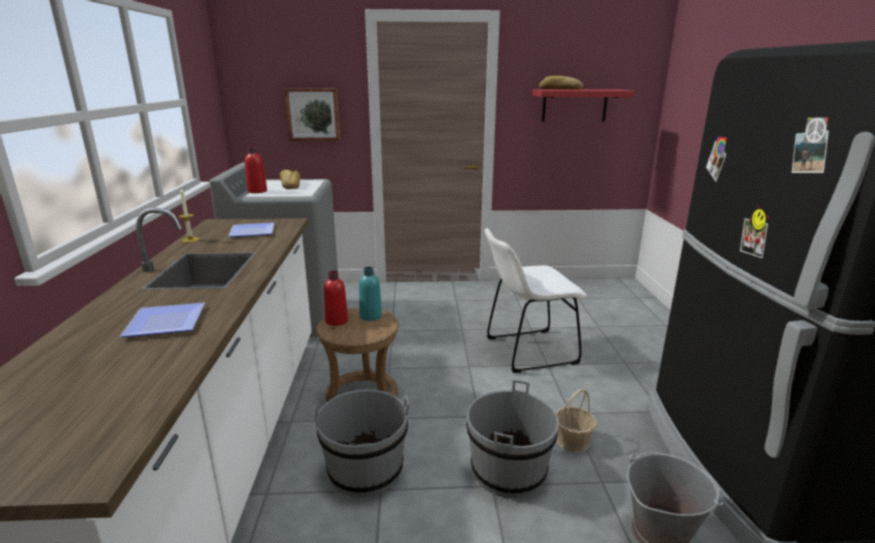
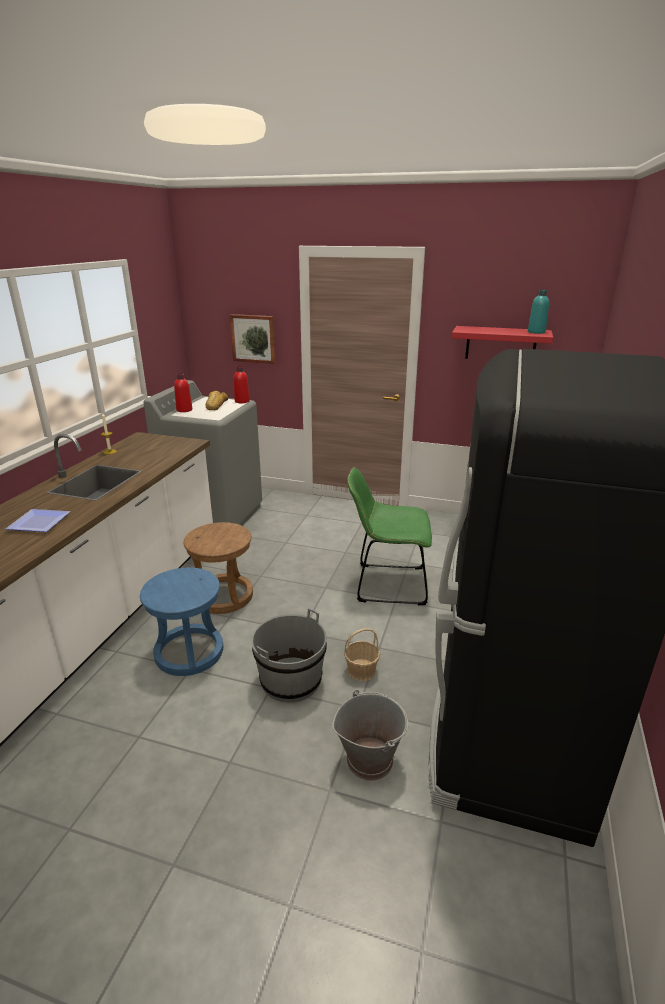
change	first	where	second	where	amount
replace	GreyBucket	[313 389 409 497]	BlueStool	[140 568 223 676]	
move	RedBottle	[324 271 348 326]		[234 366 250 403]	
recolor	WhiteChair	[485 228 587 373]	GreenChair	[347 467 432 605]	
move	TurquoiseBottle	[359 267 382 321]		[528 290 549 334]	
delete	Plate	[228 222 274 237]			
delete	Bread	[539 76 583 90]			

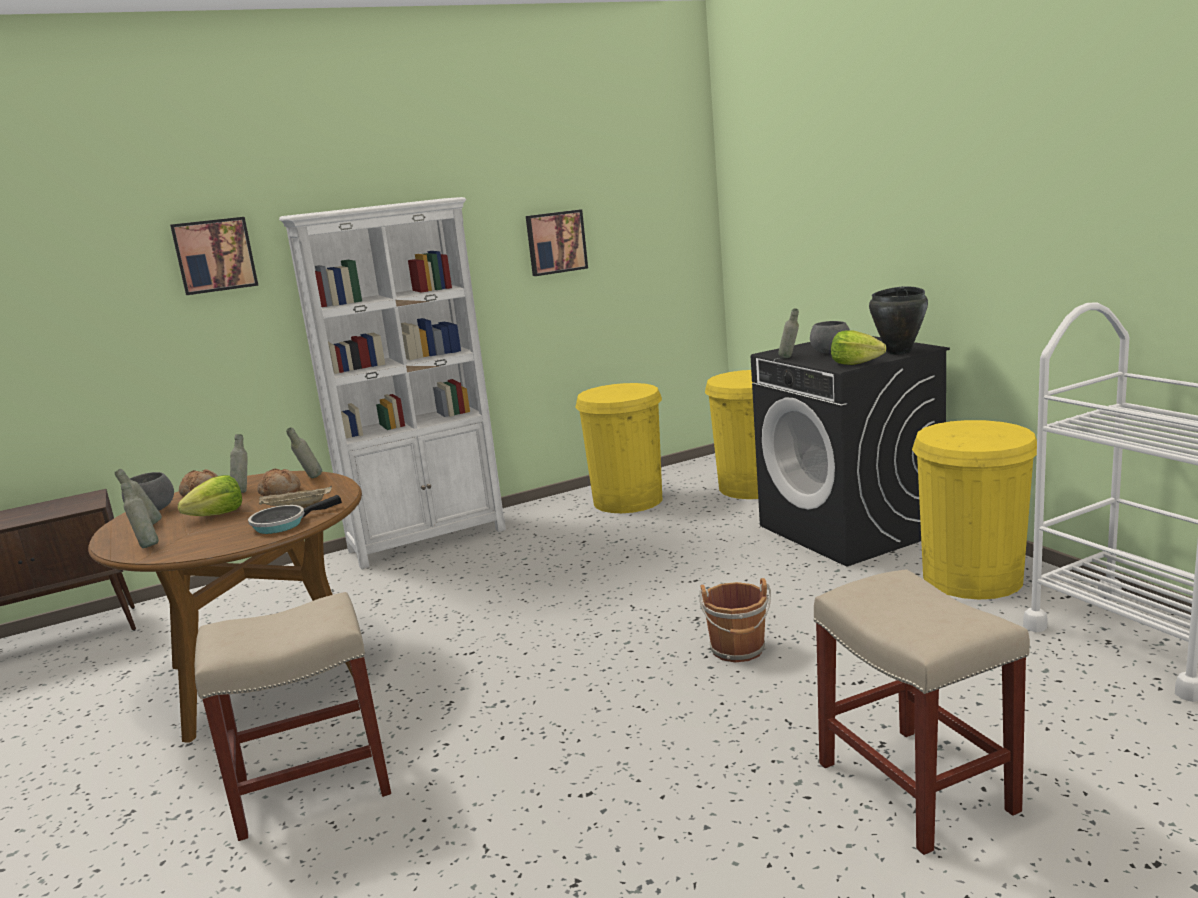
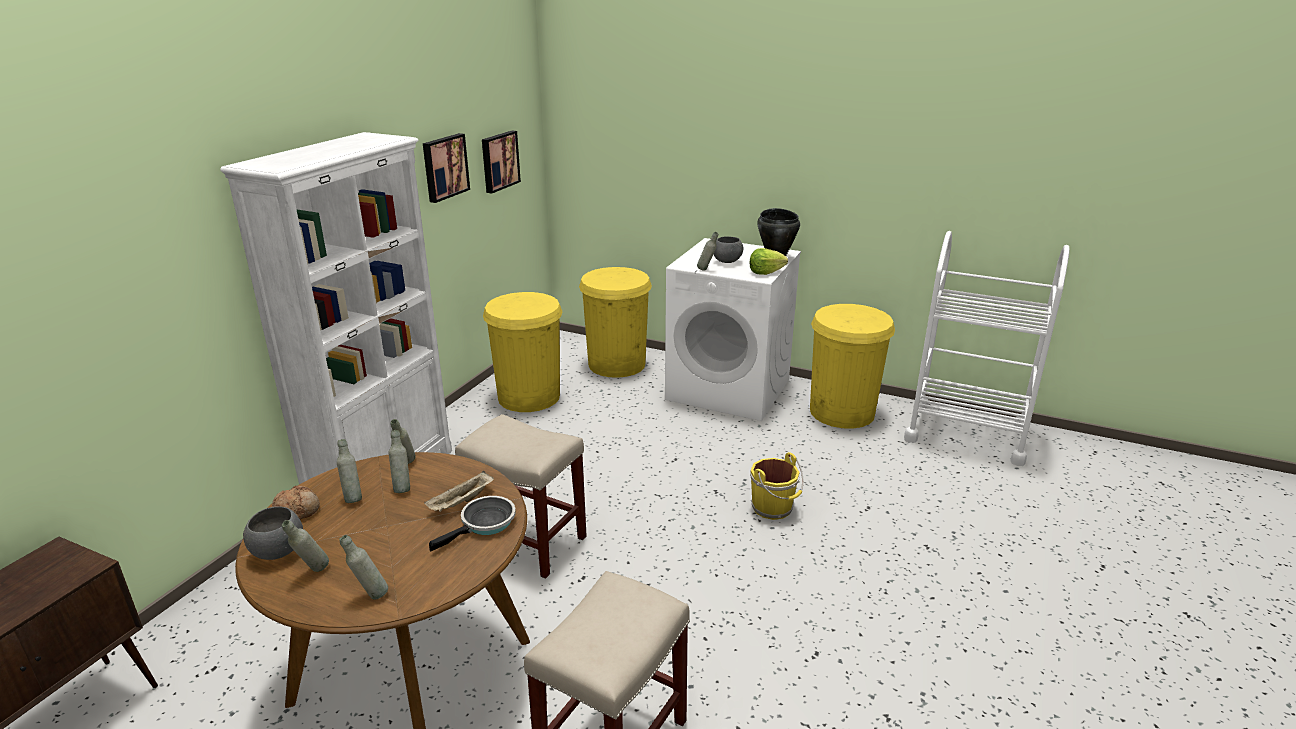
change	first	where	second	where	amount
replace	Bread	[257 469 301 496]	GreyBottle	[389 430 410 493]	
rotate	FryingPan	[248 495 342 534]		[429 496 516 552]	150 degrees counterclockwise
move	BeigeStool	[814 569 1030 855]		[455 414 587 579]	
move	Picture	[170 217 258 295]		[482 131 521 194]	
recolor	BlackWashingMachine	[751 336 950 567]	WhiteWashingMachine	[665 238 801 421]	
recolor	BrownBucket	[699 578 771 662]	YellowBucket	[750 452 803 520]	
delete	Lettuce	[178 475 242 516]			

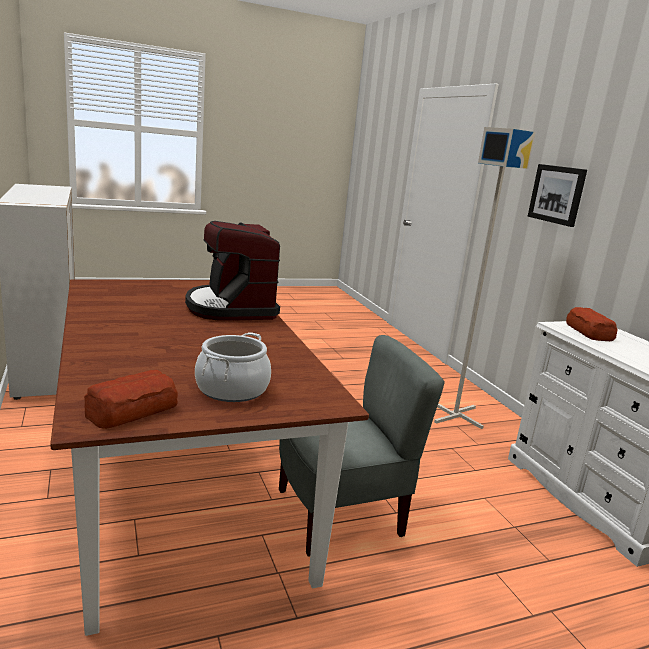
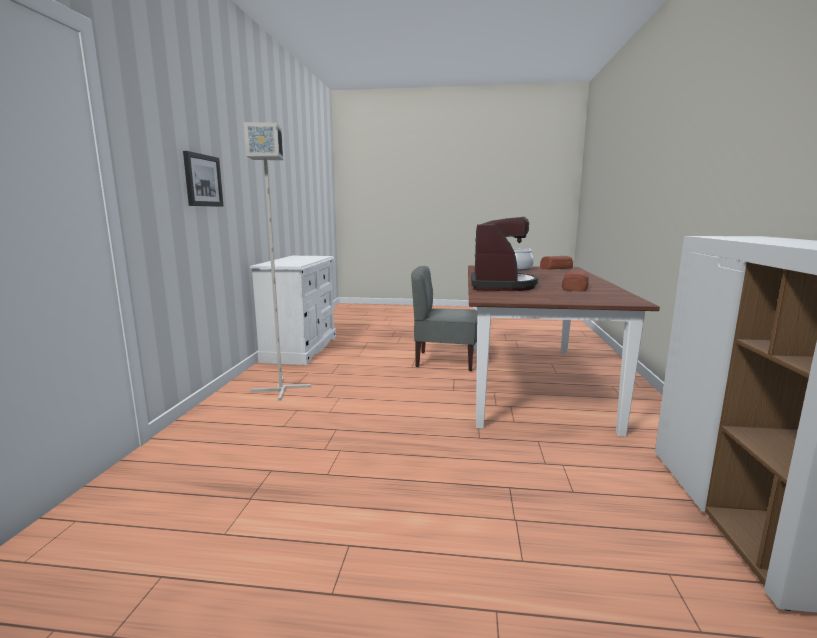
change	first	where	second	where	amount
move	Bread	[566 307 617 341]		[562 270 589 291]	

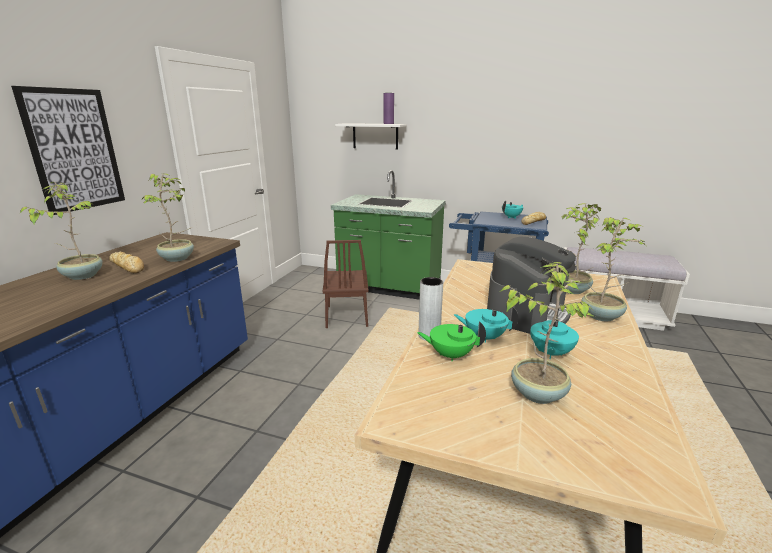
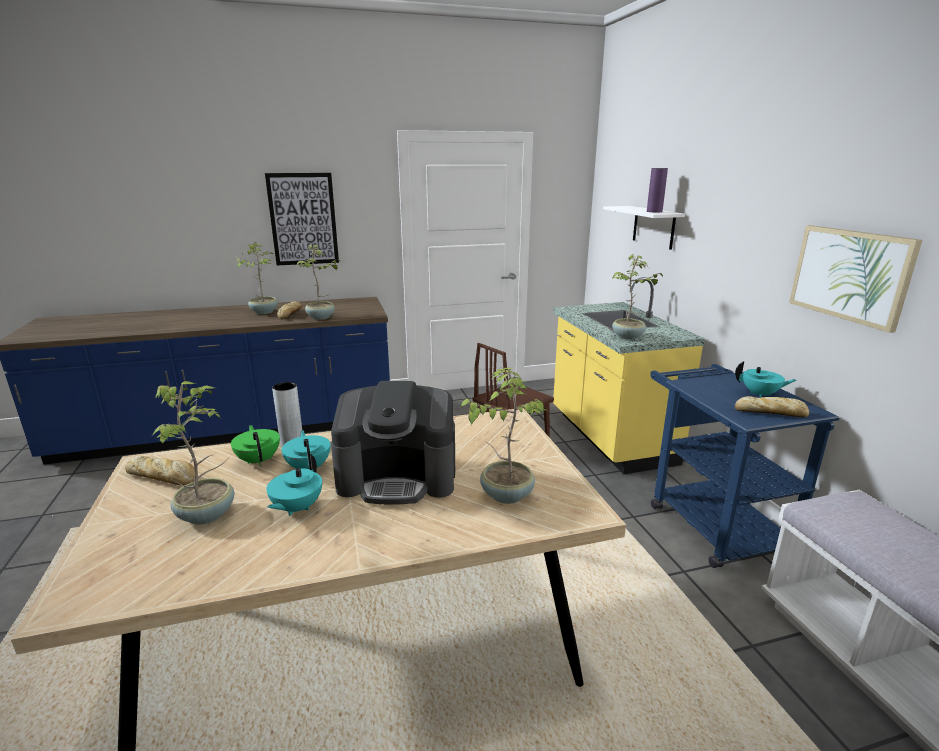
change	first	where	second	where	amount
insert			Bread	[125 456 195 485]	
rotate	TurquoiseTeapot	[530 309 579 359]		[266 454 322 516]	60 degrees counterclockwise
recolor	GreenCounter	[331 170 446 300]	YellowCounter	[553 277 705 475]	
move	PottedPlant	[582 217 645 321]		[612 254 663 340]	
insert			Picture	[789 225 922 333]	

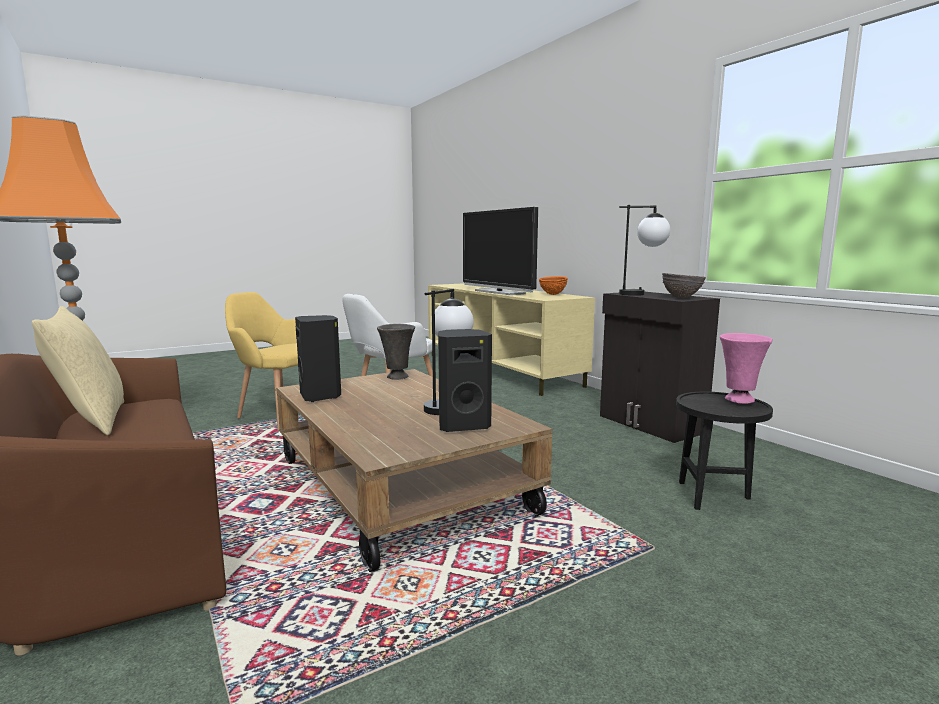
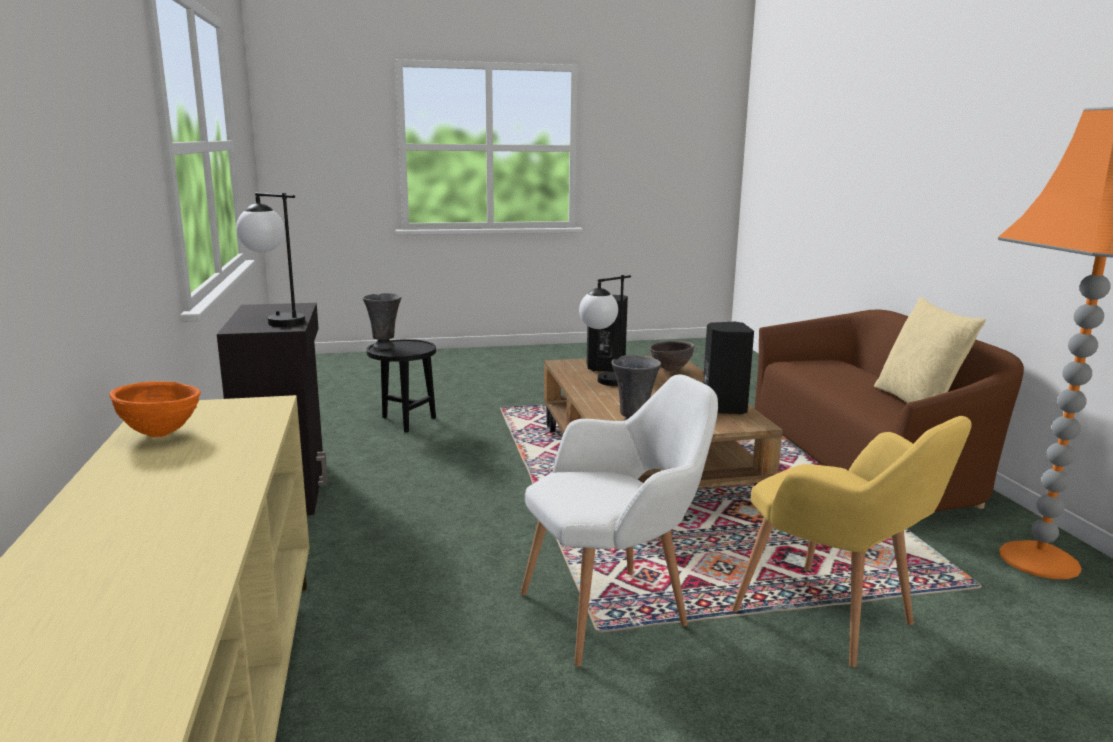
change	first	where	second	where	amount
recolor	PinkVase	[720 333 773 404]	GreyVase	[362 293 402 349]	
move	BrownBowl	[662 273 706 299]		[649 341 695 371]	
delete	Television	[463 207 538 295]			

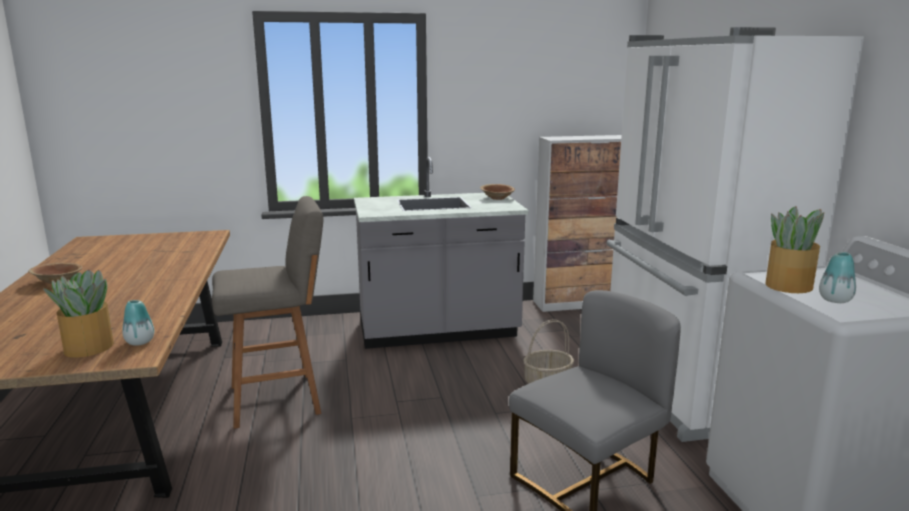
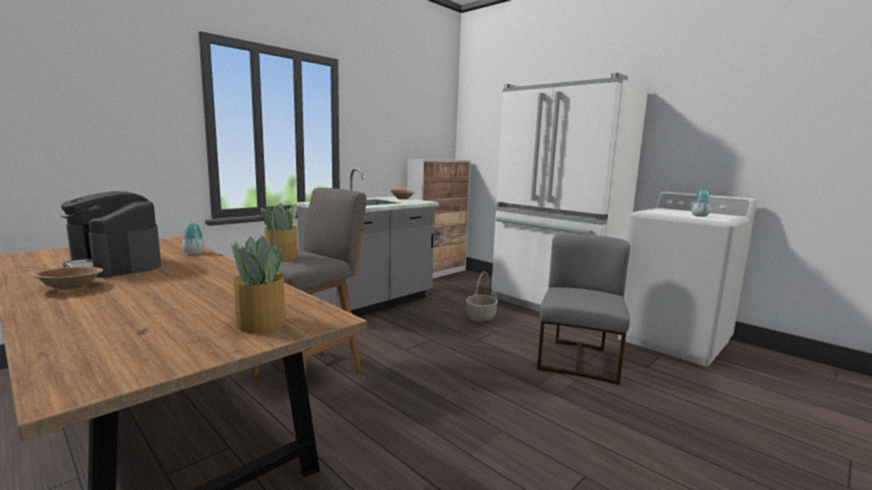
change	first	where	second	where	amount
insert			CoffeeMachine	[60 191 161 278]	
move	Vase	[122 300 154 346]		[182 223 205 254]	
move	PottedPlant	[765 206 824 293]		[261 203 298 261]	

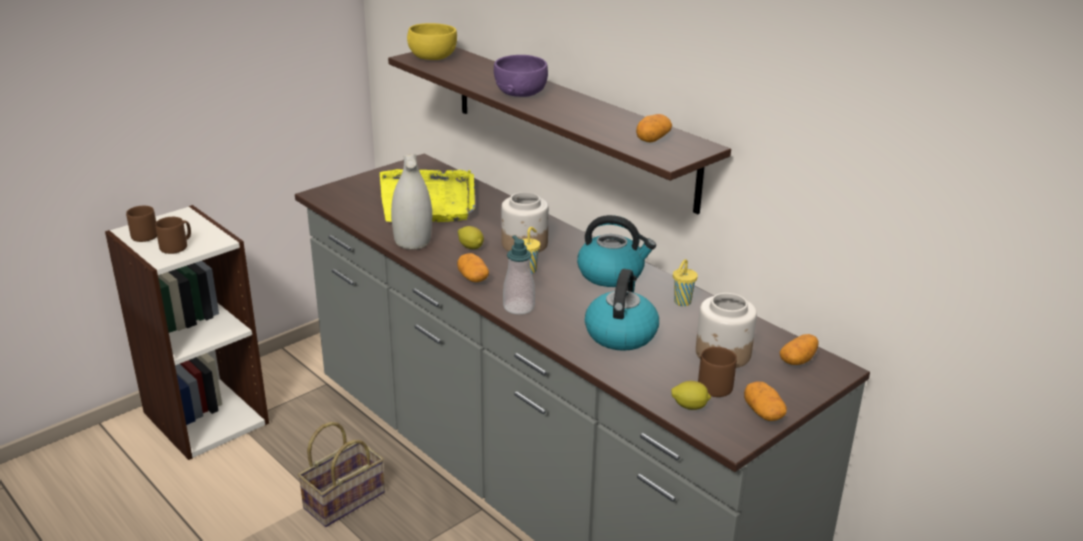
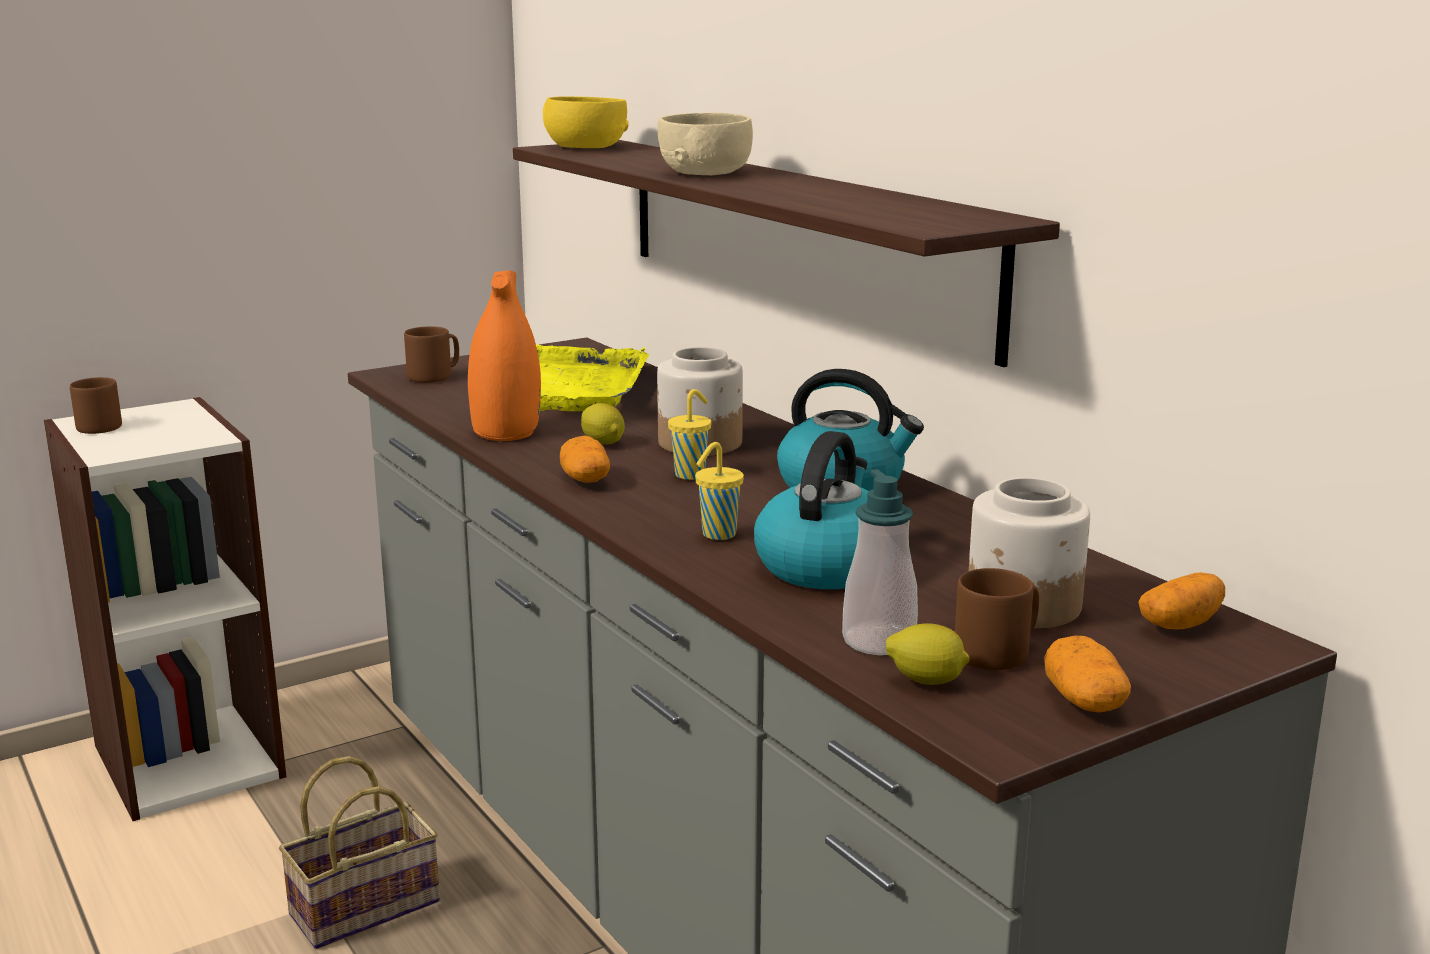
change	first	where	second	where	amount
move	BrownMug	[155 217 191 254]		[404 326 459 383]	
recolor	WhiteVase	[391 154 432 250]	OrangeVase	[468 270 541 441]	
recolor	PurpleBowl	[494 55 548 97]	BeigeBowl	[657 113 753 175]	
move	YellowCup	[673 259 698 306]		[695 442 744 540]	
move	SoapDispenser	[503 235 535 315]		[842 470 918 655]	
delete	Potato	[636 114 672 142]			

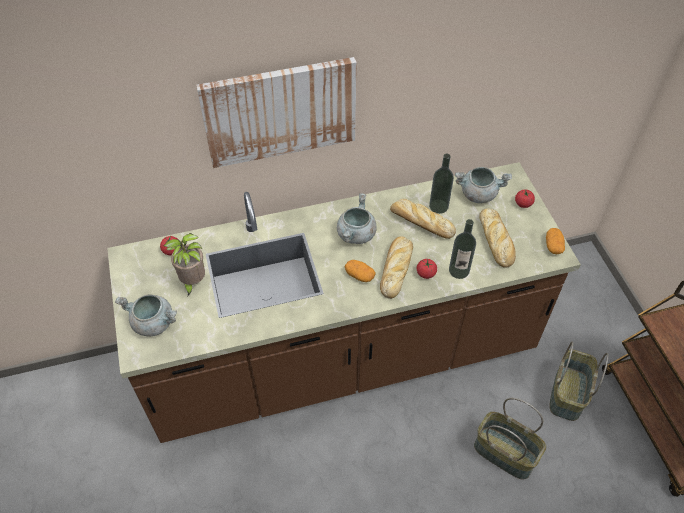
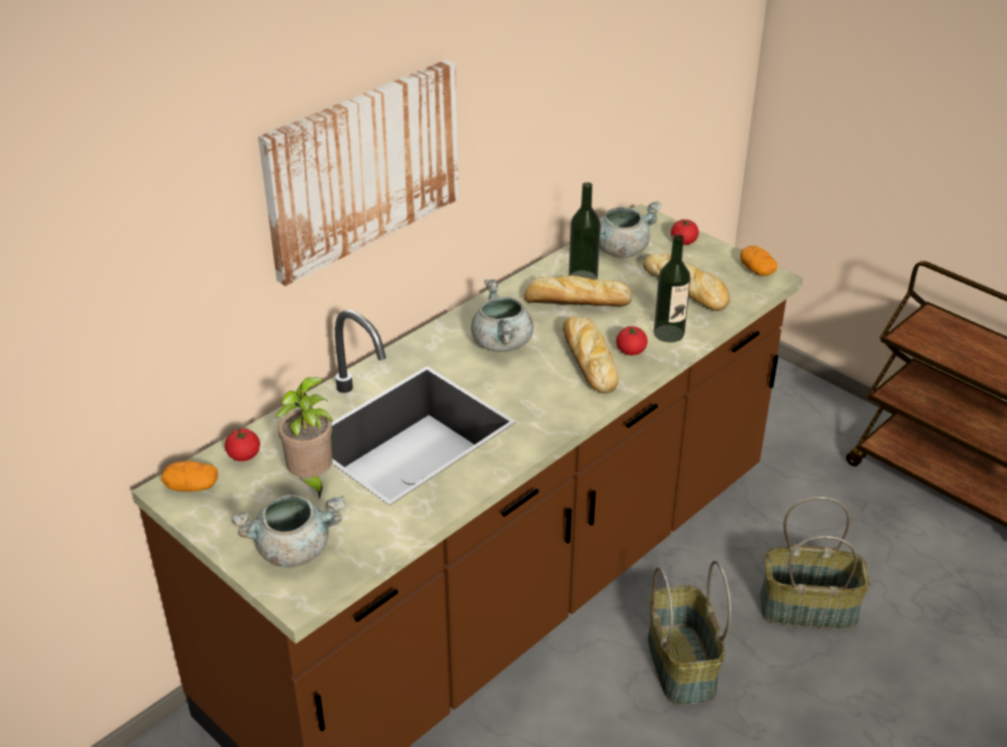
change	first	where	second	where	amount
move	Potato	[345 260 376 282]		[161 461 218 491]	
move	Basket	[549 342 609 421]		[648 561 731 705]	

